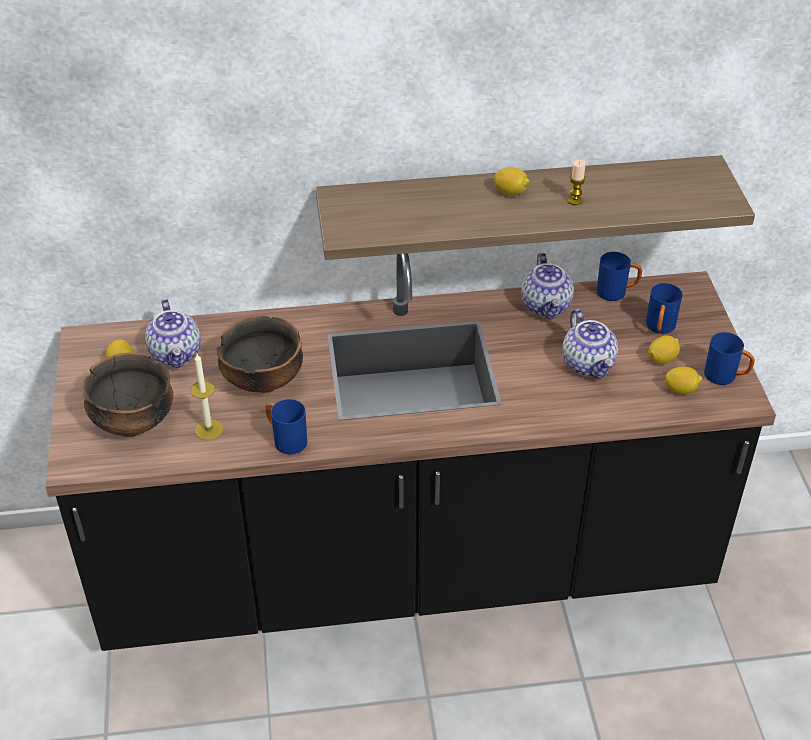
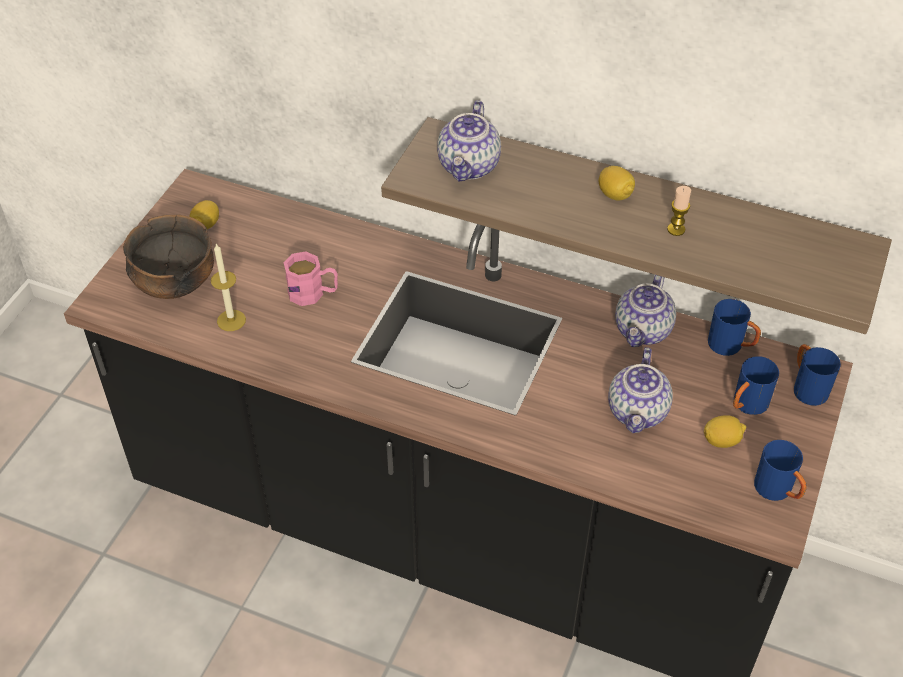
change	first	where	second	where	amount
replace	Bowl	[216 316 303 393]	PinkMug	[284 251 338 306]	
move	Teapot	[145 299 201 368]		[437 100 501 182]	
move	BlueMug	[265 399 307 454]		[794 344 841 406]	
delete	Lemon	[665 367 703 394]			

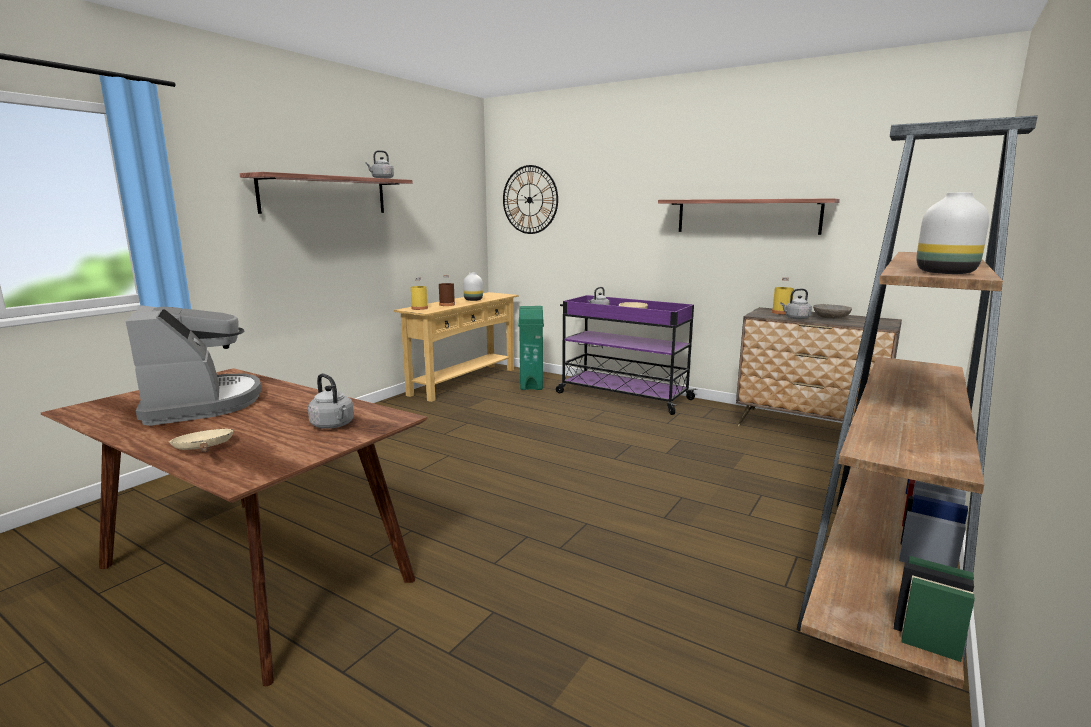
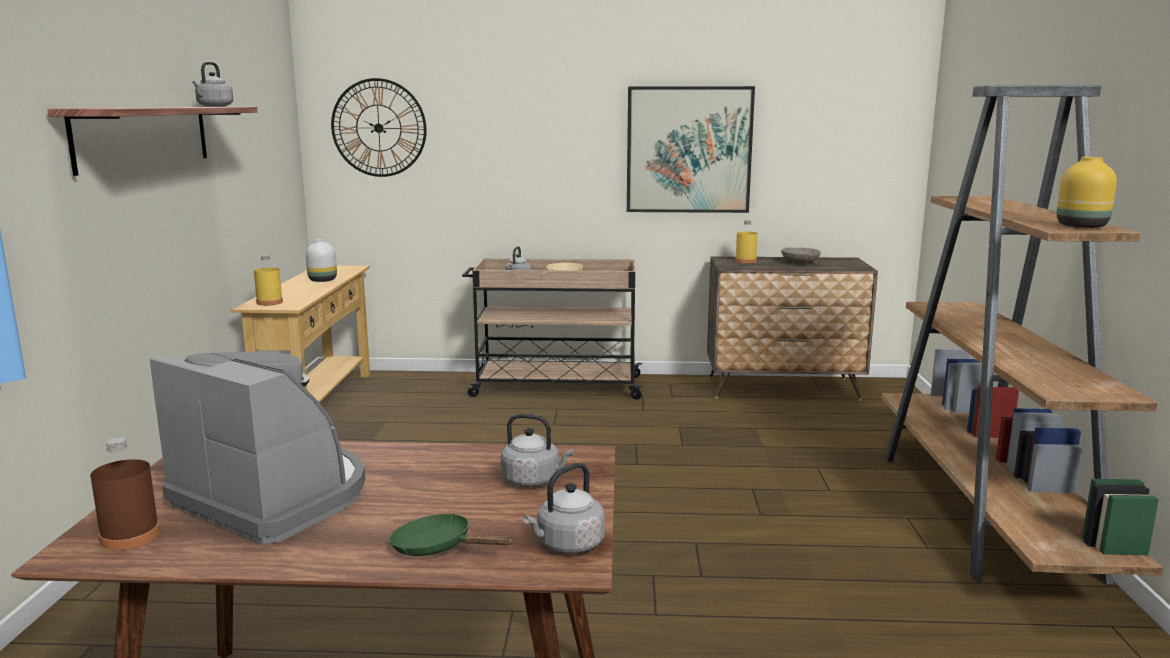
change	first	where	second	where	amount
move	BrownBottle	[439 275 455 306]		[90 437 160 550]	
recolor	BeigeFryingPan	[169 429 234 452]	GreenFryingPan	[389 514 513 556]	
recolor	PurpleCart	[556 295 697 415]	BeigeCart	[462 258 643 400]	
move	GreyKettle	[780 289 812 320]		[523 463 605 554]	
replace	Shelf	[658 198 840 235]	Picture	[627 86 755 213]	
recolor	WhiteVase	[916 192 989 274]	YellowVase	[1057 157 1117 228]	
delete	GreenTrashCan	[518 306 544 390]			

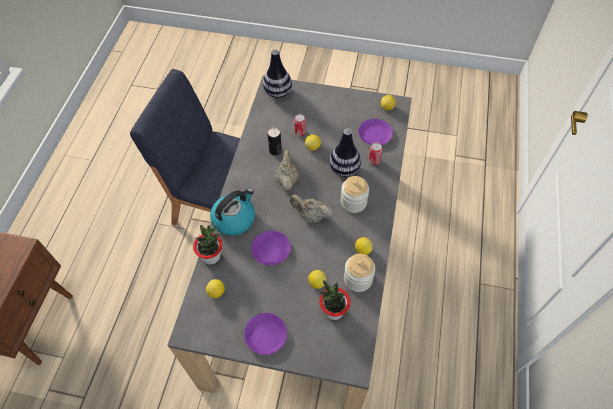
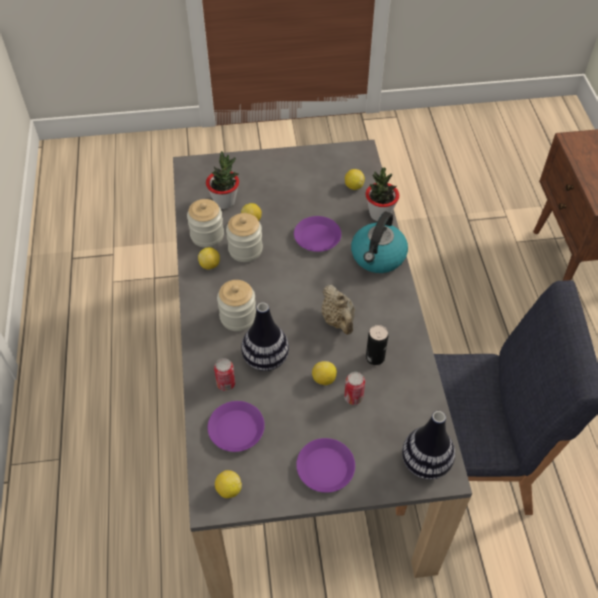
change	first	where	second	where	amount
insert			Jar	[226 213 263 262]	
move	PurplePlate	[244 313 287 355]		[296 438 355 493]	
delete	BeigeTeapot	[290 195 333 223]			

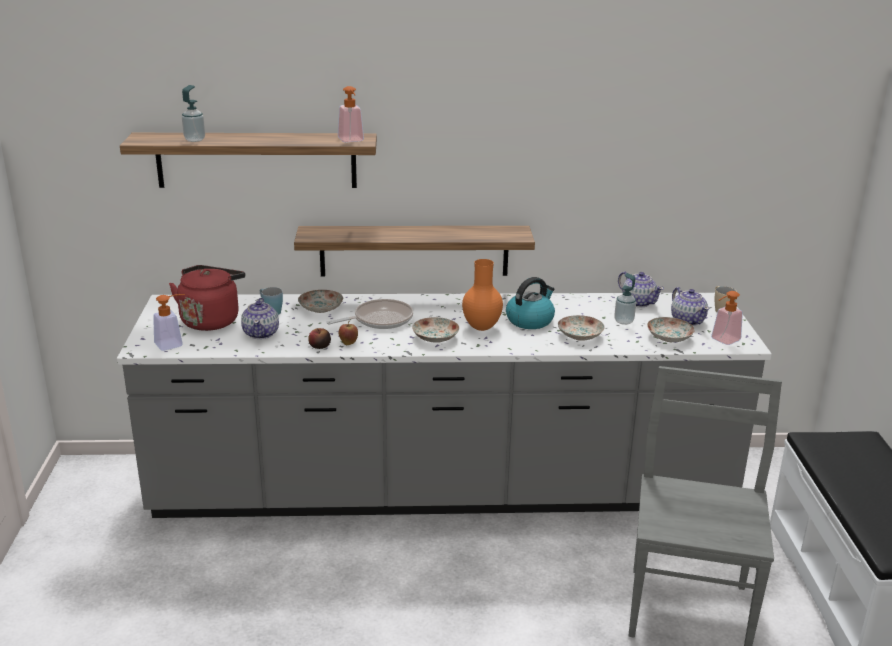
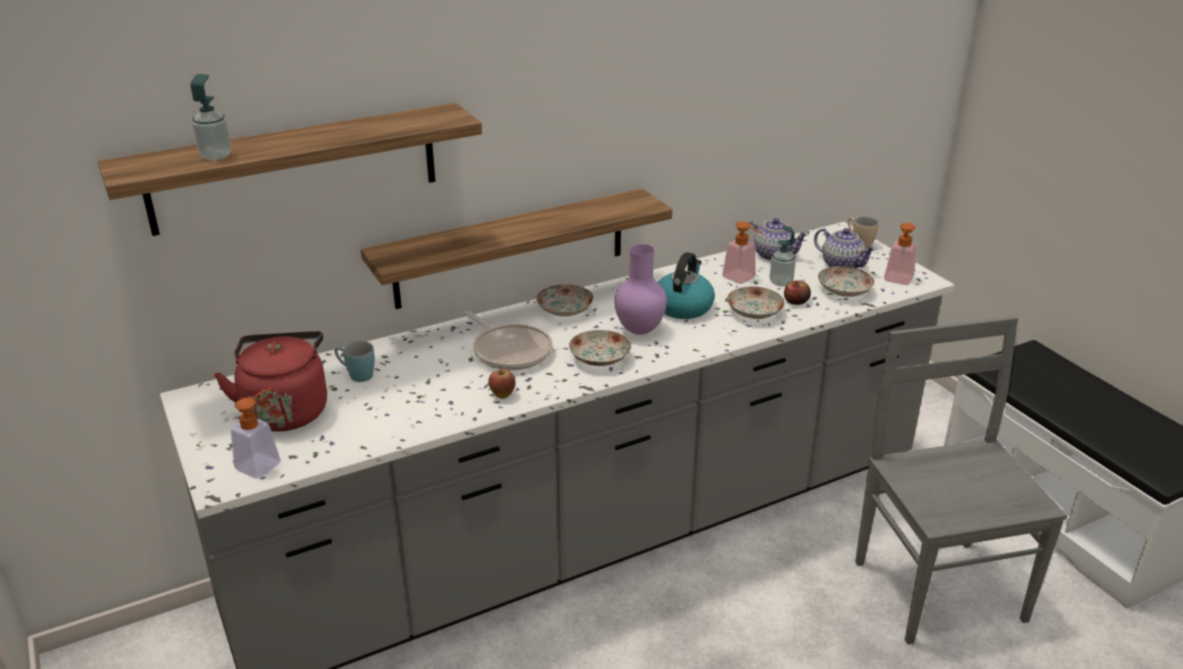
change	first	where	second	where	amount
rotate	FryingPan	[327 299 413 329]		[464 310 552 371]	105 degrees clockwise
move	Plate	[298 290 343 313]		[536 284 594 317]	
recolor	OrangeVase	[462 259 503 331]	PurpleVase	[614 244 667 335]	
move	SoapDispenser	[338 86 364 142]		[722 221 764 284]	
move	Apple	[308 328 331 349]		[784 280 811 305]	
delete	Teapot	[241 298 279 339]			

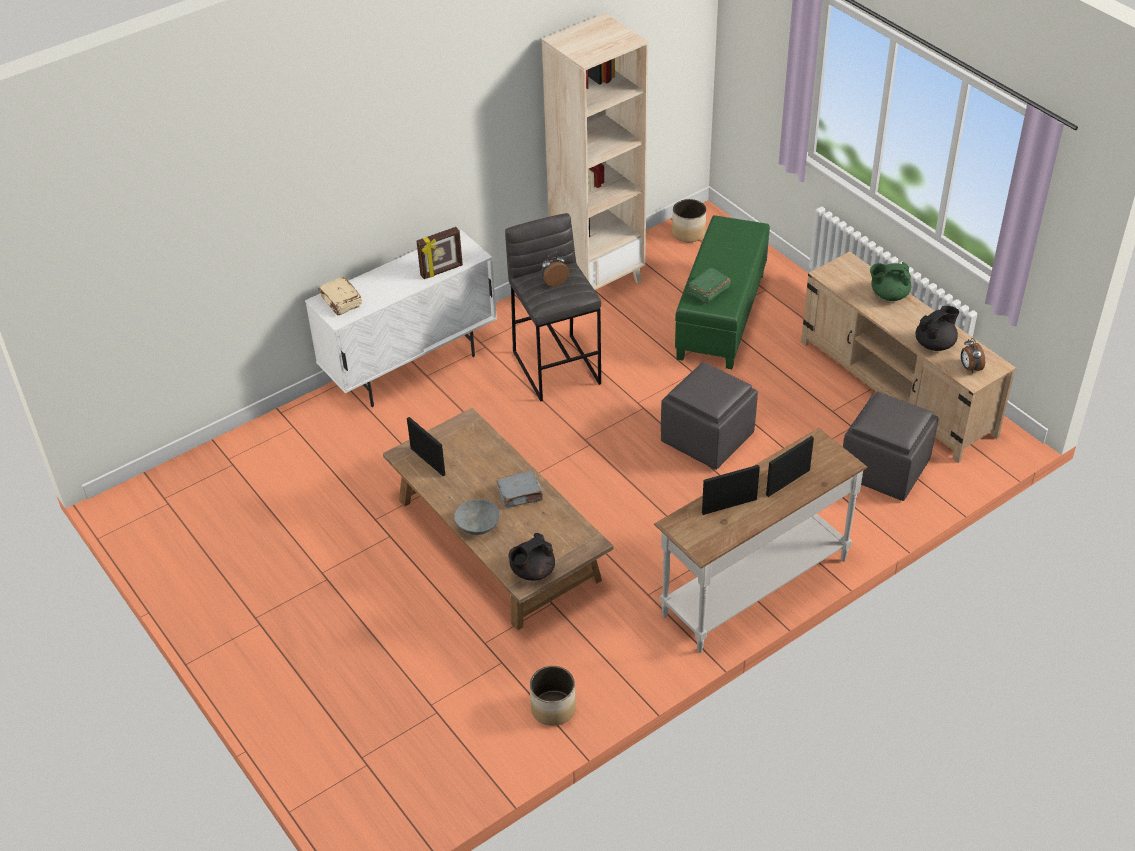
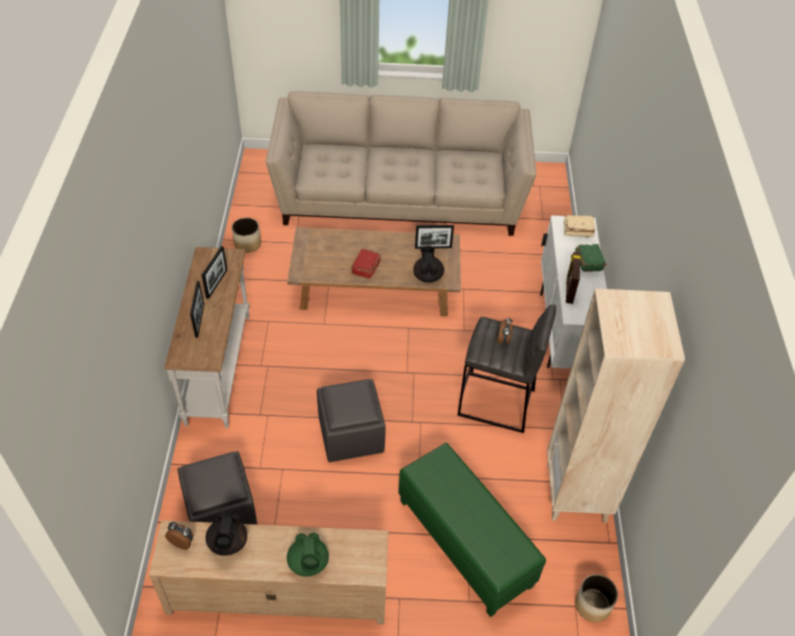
change	first	where	second	where	amount
insert			BeigeSofa	[266 91 537 236]	
rotate	GreenTeapot	[870 262 911 301]		[287 532 329 577]	135 degrees clockwise
recolor	GreyBook	[497 471 543 508]	RedBook	[351 249 381 279]	
move	BlackTeapot	[508 533 555 581]		[413 246 444 283]	
move	GreenBook	[687 268 731 304]		[575 244 607 272]	
delete	GreyBowl	[454 499 500 535]			

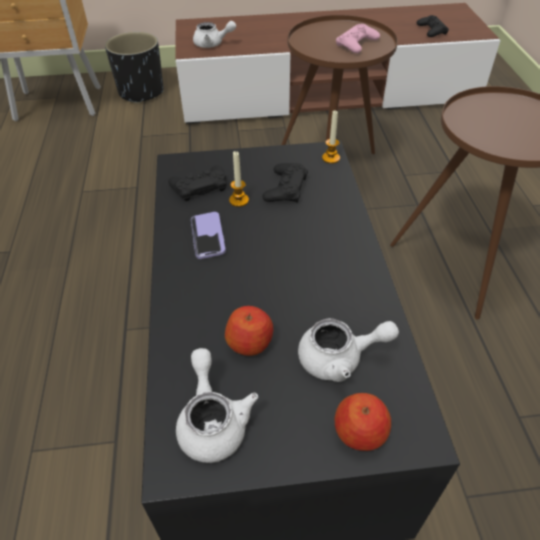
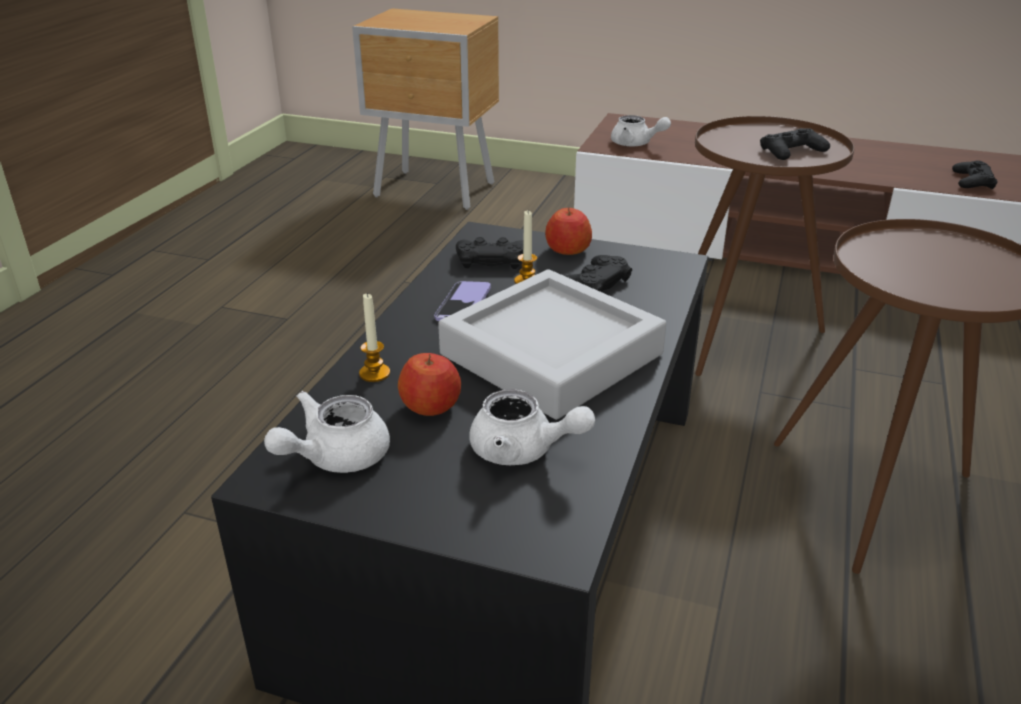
change	first	where	second	where	amount
rotate	WhiteTeapot	[176 348 258 463]		[264 391 390 473]	150 degrees counterclockwise
move	Candle	[322 110 340 164]		[359 293 390 382]	
insert			GreyTray	[438 269 666 420]	
move	Apple	[335 393 391 451]		[545 207 592 255]	
recolor	PinkGameController	[336 24 380 53]	BlackGameController	[760 128 830 160]	
delete	BlackPlanter	[105 32 164 104]			

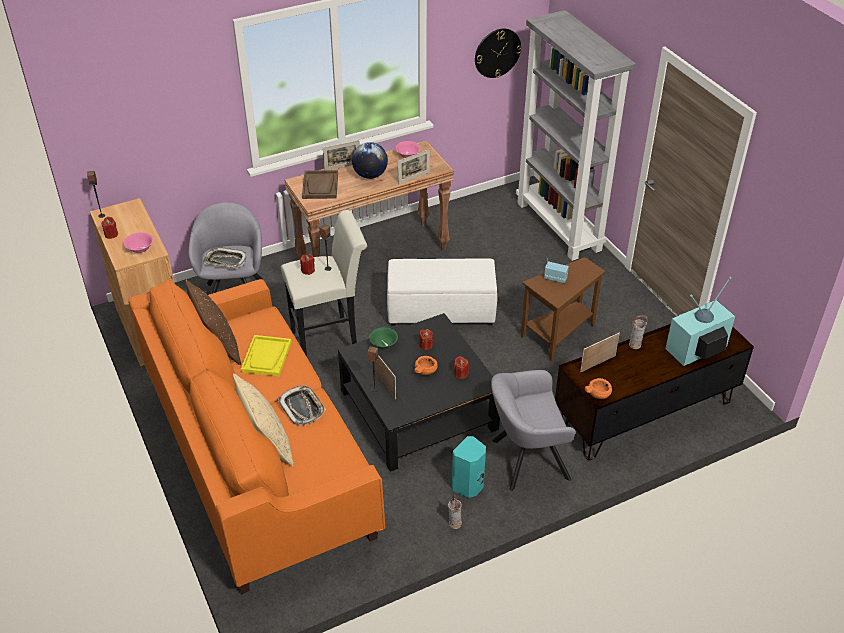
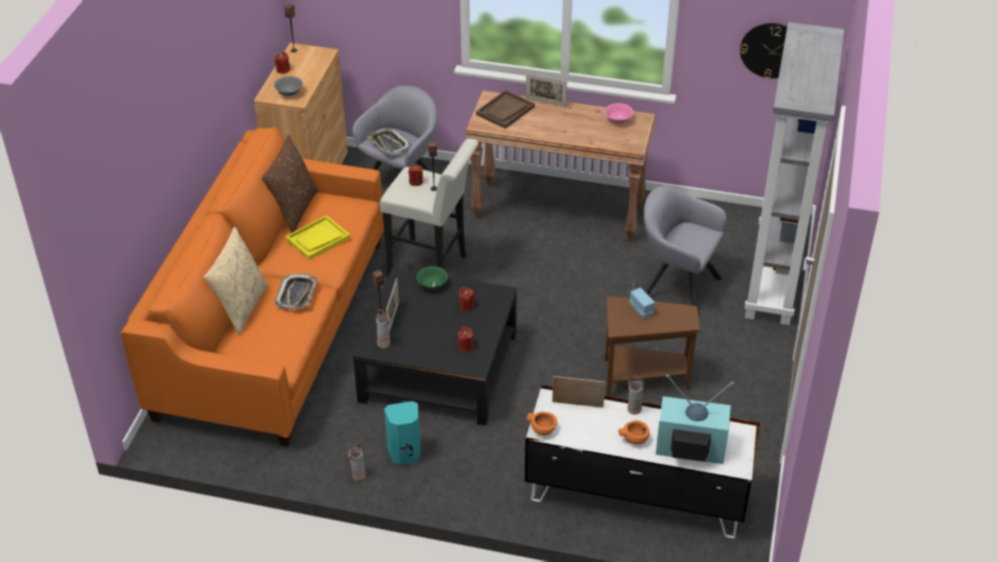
change	first	where	second	where	amount
recolor	PinkBowl	[124 232 153 253]	GreyBowl	[274 76 303 96]	
insert			Vase	[376 309 390 348]	
recolor	BrownTvStand	[555 324 754 461]	WhiteTvStand	[525 385 760 539]	
move	OrangeBowl	[414 356 438 375]		[618 420 650 445]	
move	GreyArmchair	[491 370 576 491]		[644 185 727 318]	
delete	Globe	[352 142 388 179]			
delete	WhiteOttoman	[387 258 497 326]			
delete	PictureFrame	[398 149 430 185]			

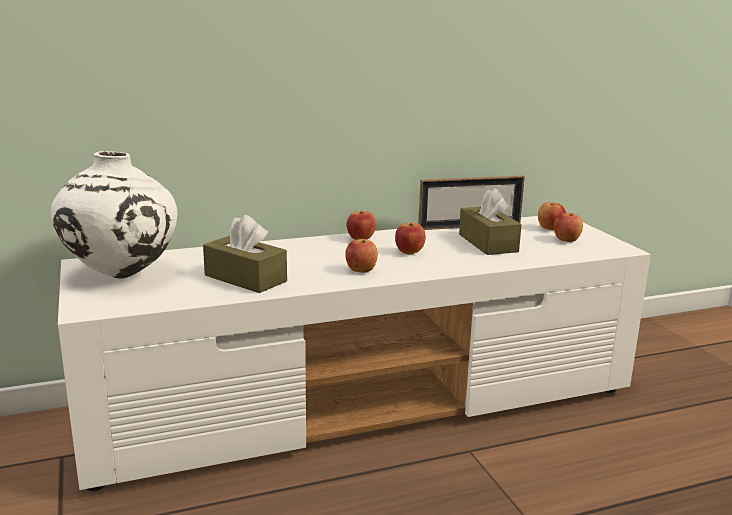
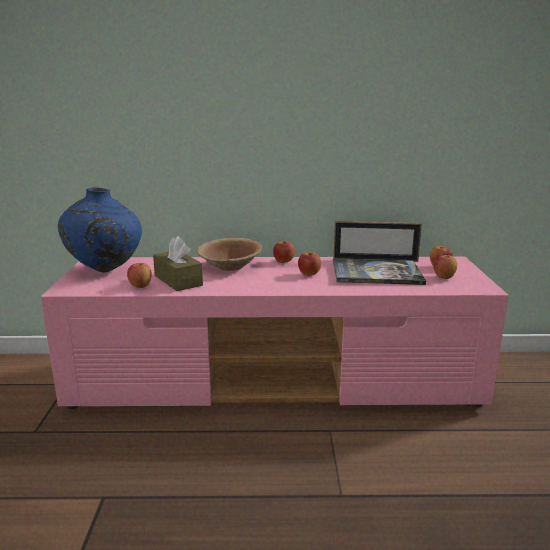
change	first	where	second	where	amount
recolor	WhiteTvStand	[58 216 651 491]	PinkTvStand	[41 257 509 409]	
recolor	WhiteVase	[51 151 177 279]	BlueVase	[58 187 142 273]	
move	Apple	[345 239 378 272]		[127 263 152 288]	
insert			BrownBowl	[197 238 262 271]	
replace	BrownTissueBox	[459 188 522 255]	Book	[333 258 426 285]	

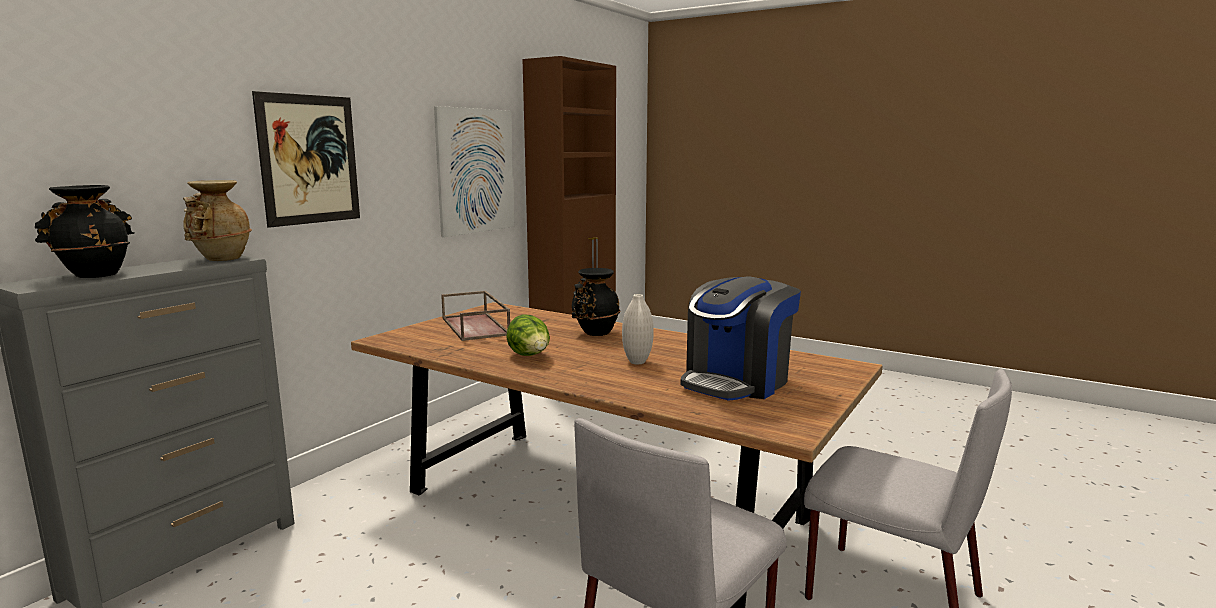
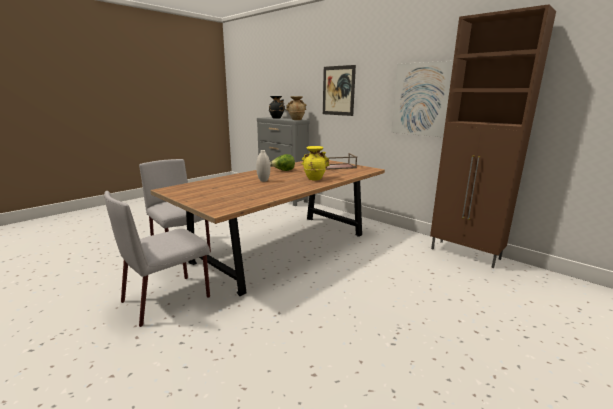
change	first	where	second	where	amount
recolor	BlackVase	[572 268 621 336]	YellowVase	[302 146 330 180]	
delete	CoffeeMachine	[680 276 801 401]			

